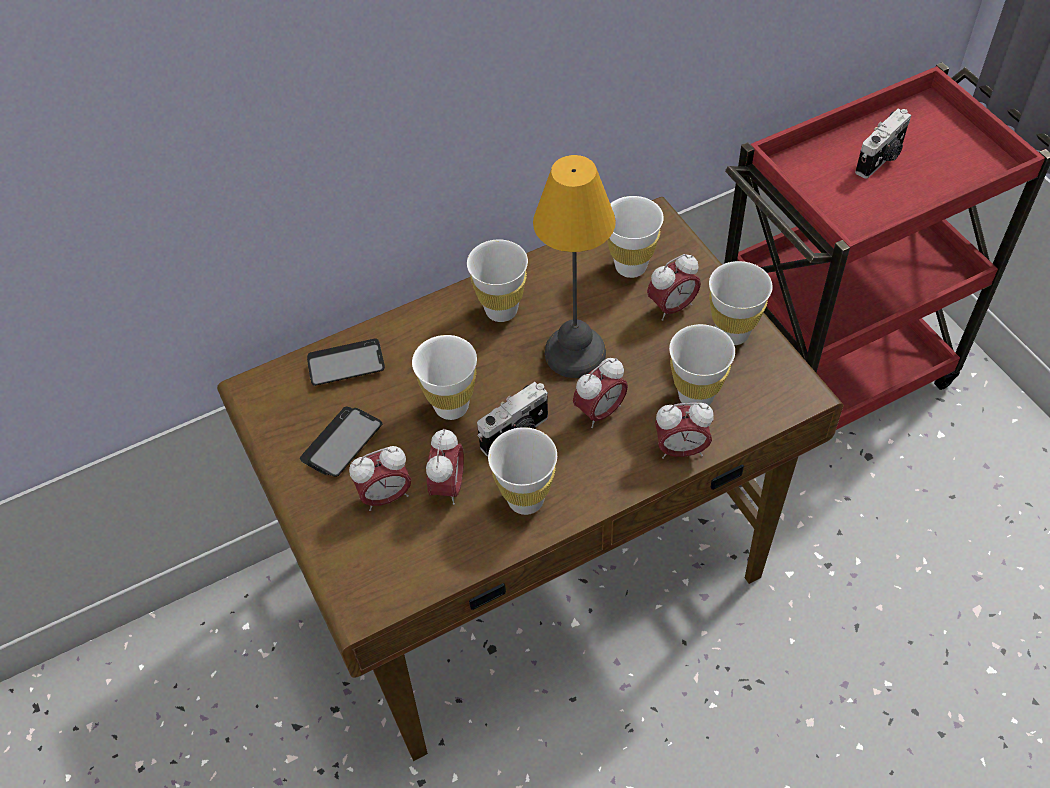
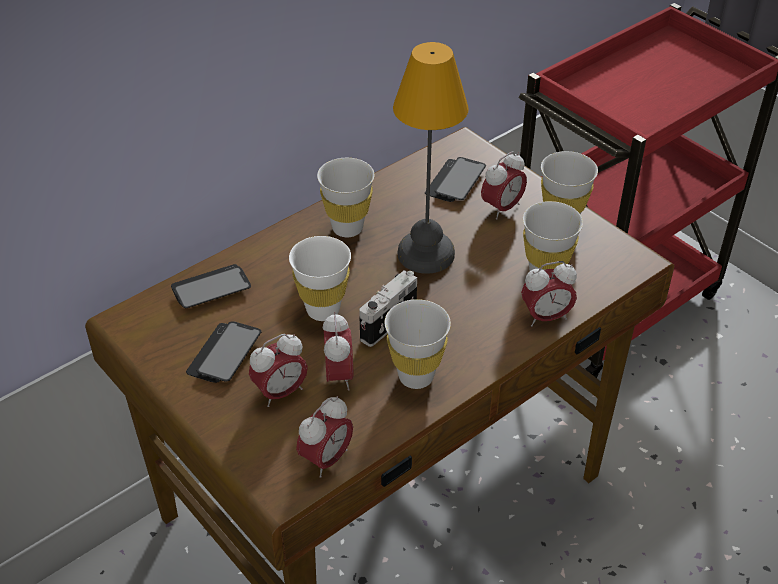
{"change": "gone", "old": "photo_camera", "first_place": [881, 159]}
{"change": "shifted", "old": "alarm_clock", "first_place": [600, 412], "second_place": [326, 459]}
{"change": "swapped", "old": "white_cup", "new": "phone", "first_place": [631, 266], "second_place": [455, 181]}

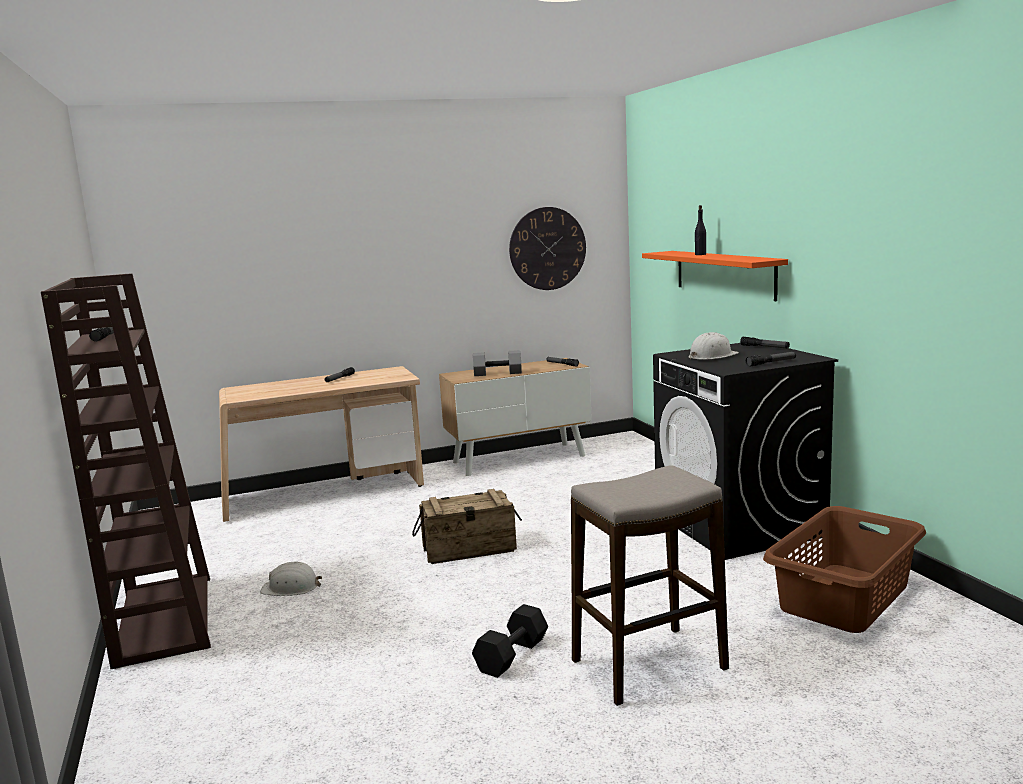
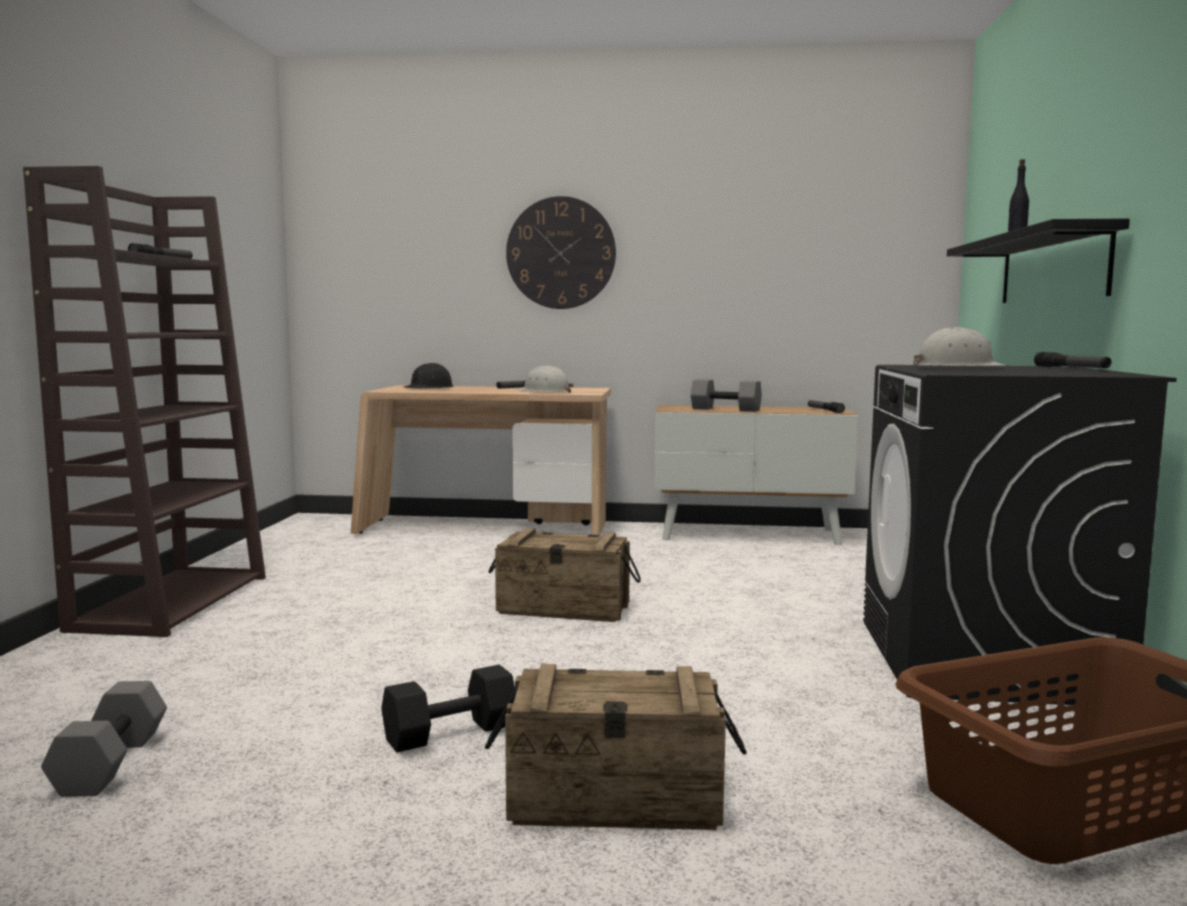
{"change": "gone", "old": "flashlight", "first_place": [771, 363]}
{"change": "new", "new": "grey_dumbbell", "second_place": [109, 762]}
{"change": "new", "new": "black_hard_hat", "second_place": [430, 388]}
{"change": "shifted", "old": "white_hard_hat", "first_place": [291, 588], "second_place": [544, 391]}
{"change": "shifted", "old": "wall_clock", "first_place": [547, 248], "second_place": [561, 253]}
{"change": "swapped", "old": "stool", "new": "crate", "first_place": [648, 665], "second_place": [615, 800]}
{"change": "repainted", "old": "orange_shelf", "new": "black_shelf", "first_place": [724, 274], "second_place": [1052, 268]}

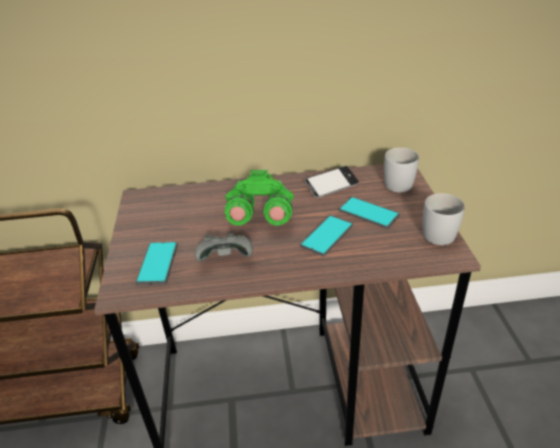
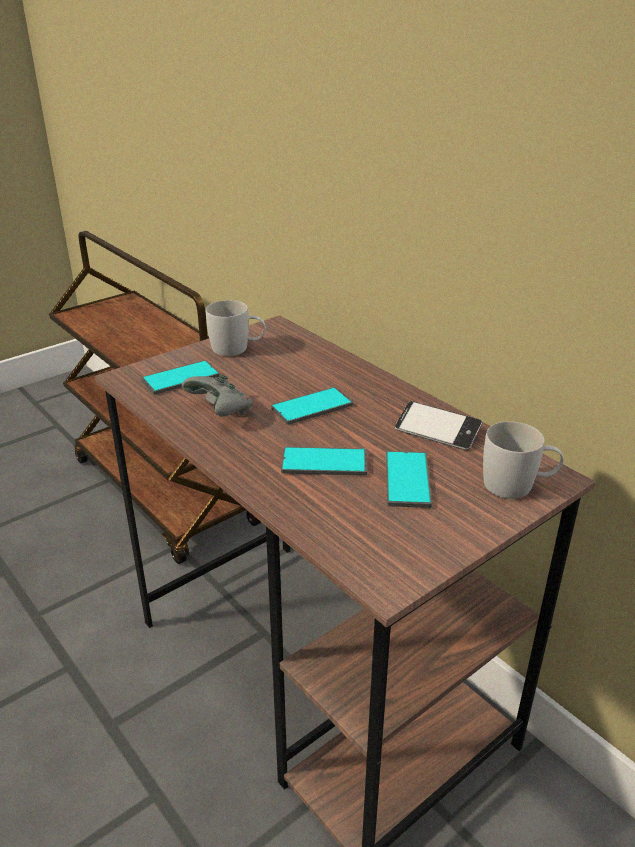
{"change": "shifted", "old": "white_mug", "first_place": [441, 232], "second_place": [237, 349]}
{"change": "swapped", "old": "green_binoculars", "new": "phone", "first_place": [260, 218], "second_place": [312, 406]}

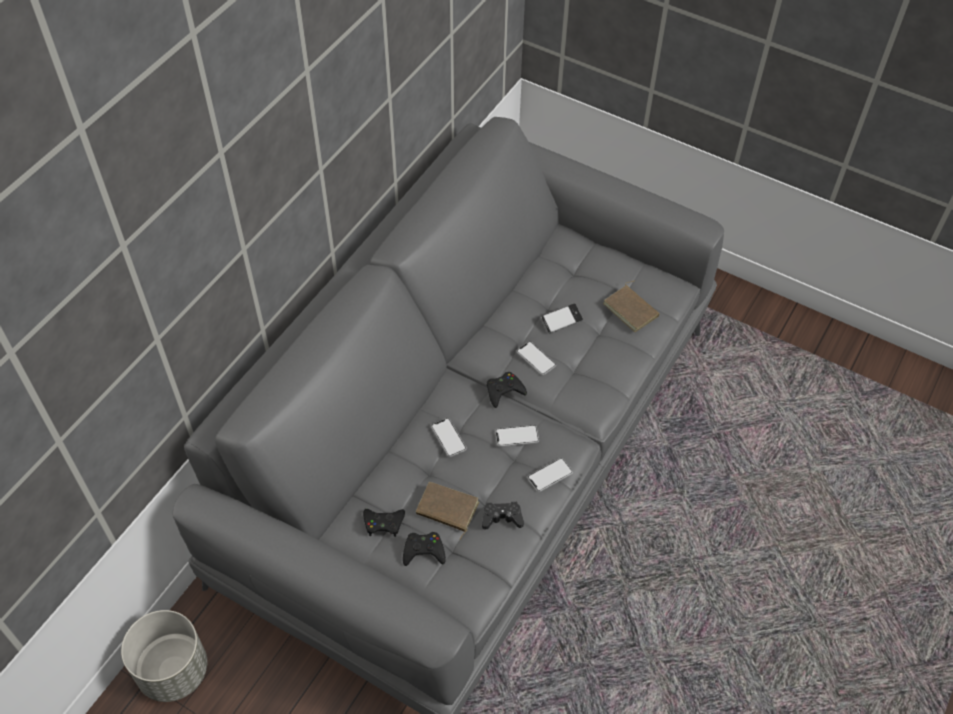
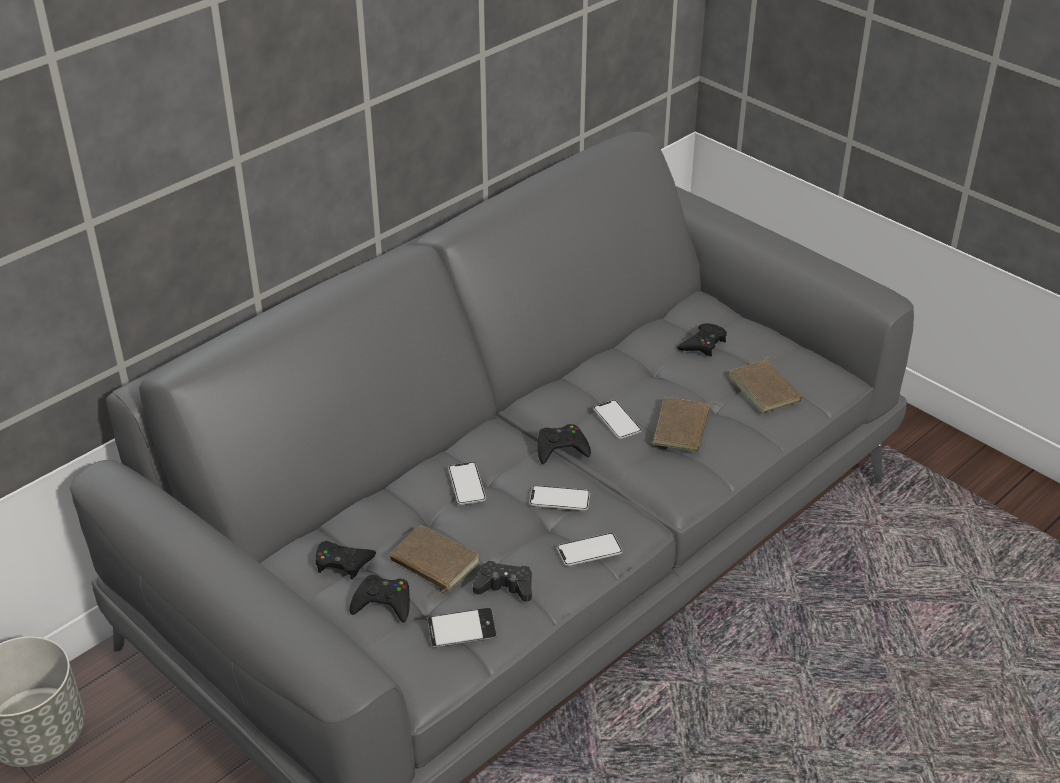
{"change": "new", "new": "brown_book", "second_place": [683, 428]}
{"change": "new", "new": "black_game_controller", "second_place": [703, 344]}
{"change": "shifted", "old": "phone", "first_place": [561, 320], "second_place": [462, 631]}

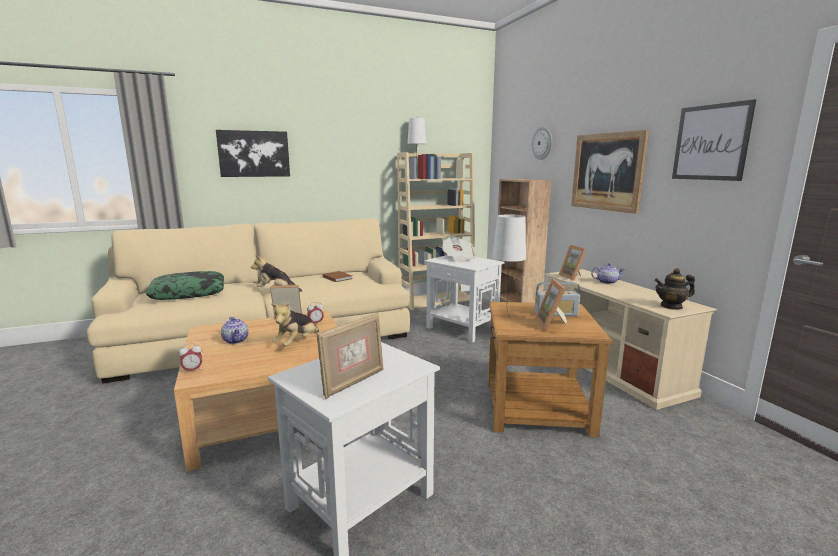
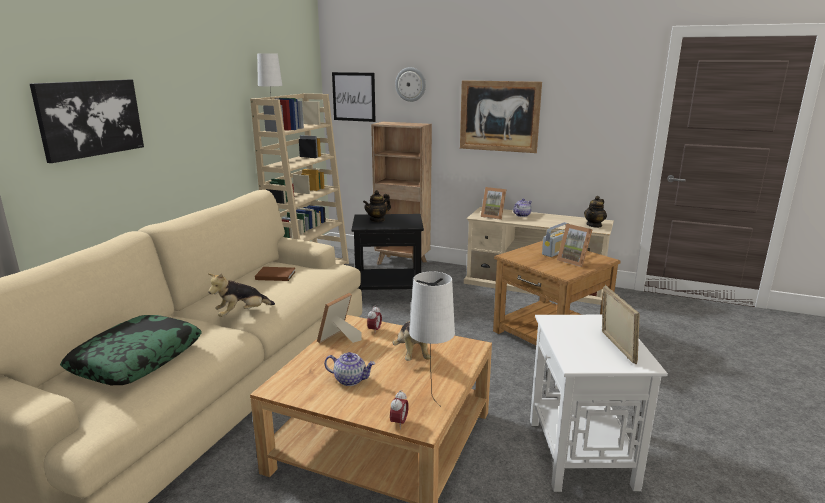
{"change": "shifted", "old": "white_table_lamp", "first_place": [505, 314], "second_place": [430, 403]}
{"change": "shifted", "old": "picture", "first_place": [711, 142], "second_place": [354, 96]}
{"change": "swapped", "old": "newspaper", "new": "teapot", "first_place": [458, 259], "second_place": [377, 220]}
{"change": "repainted", "old": "white_side_table", "new": "black_side_table", "first_place": [462, 329], "second_place": [389, 293]}

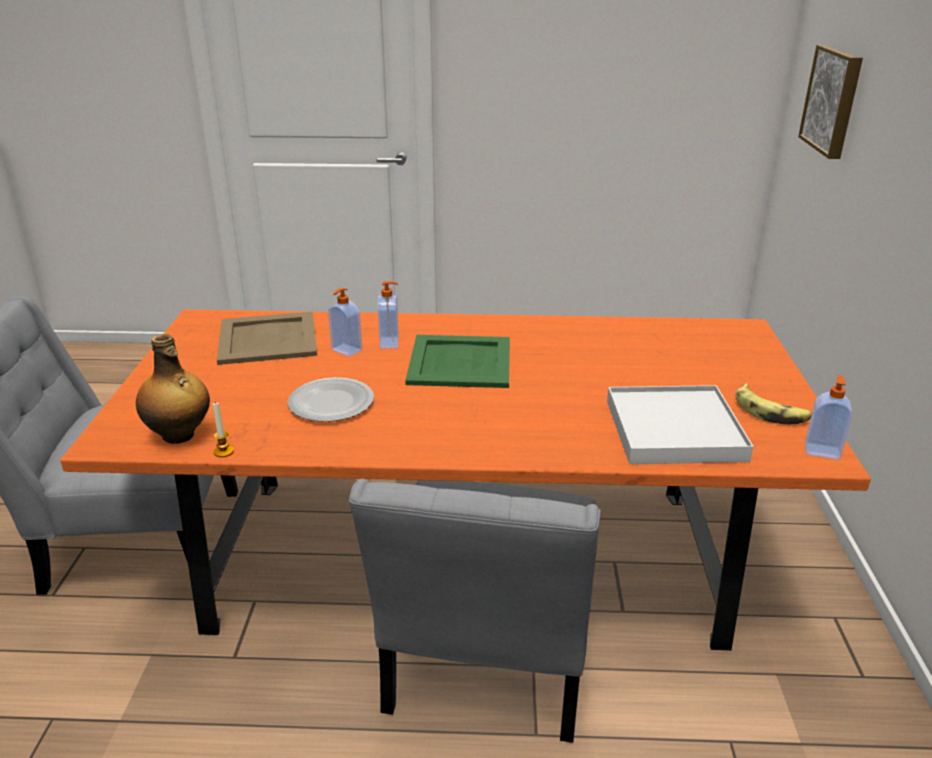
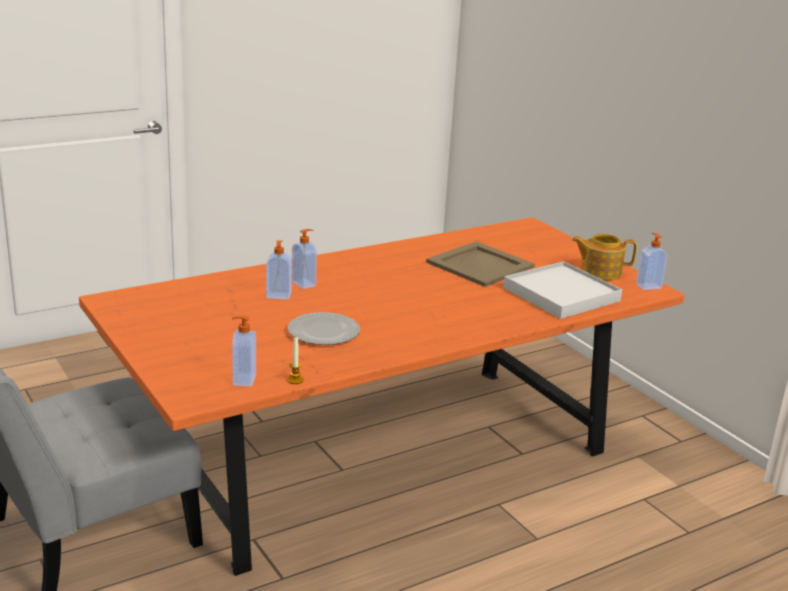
{"change": "gone", "old": "grey_chair", "first_place": [486, 663]}
{"change": "gone", "old": "green_tray", "first_place": [459, 362]}
{"change": "gone", "old": "picture", "first_place": [833, 100]}
{"change": "shifted", "old": "beige_tray", "first_place": [268, 338], "second_place": [480, 264]}
{"change": "swapped", "old": "bottle", "new": "soap_dispenser", "first_place": [179, 435], "second_place": [243, 380]}
{"change": "swapped", "old": "banana", "new": "teapot", "first_place": [770, 412], "second_place": [600, 272]}

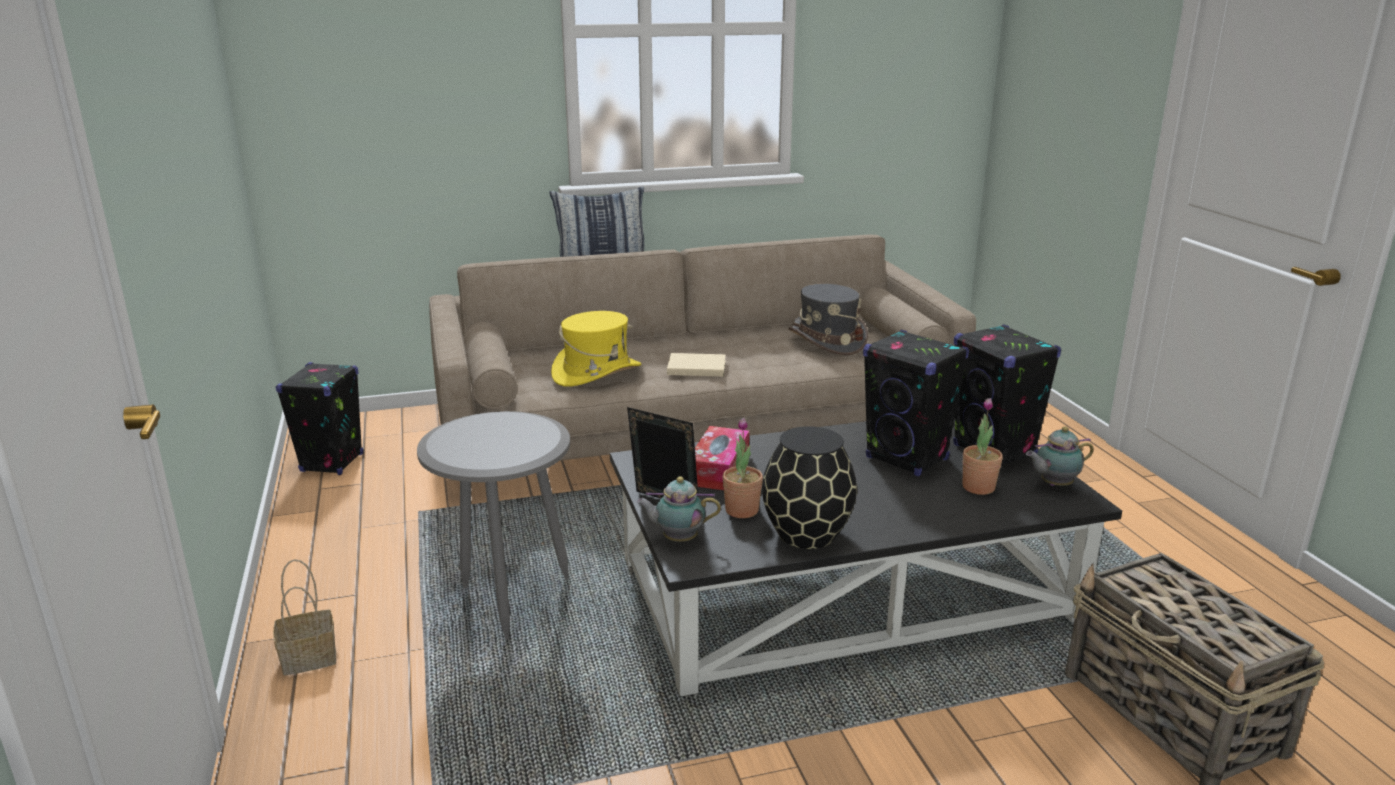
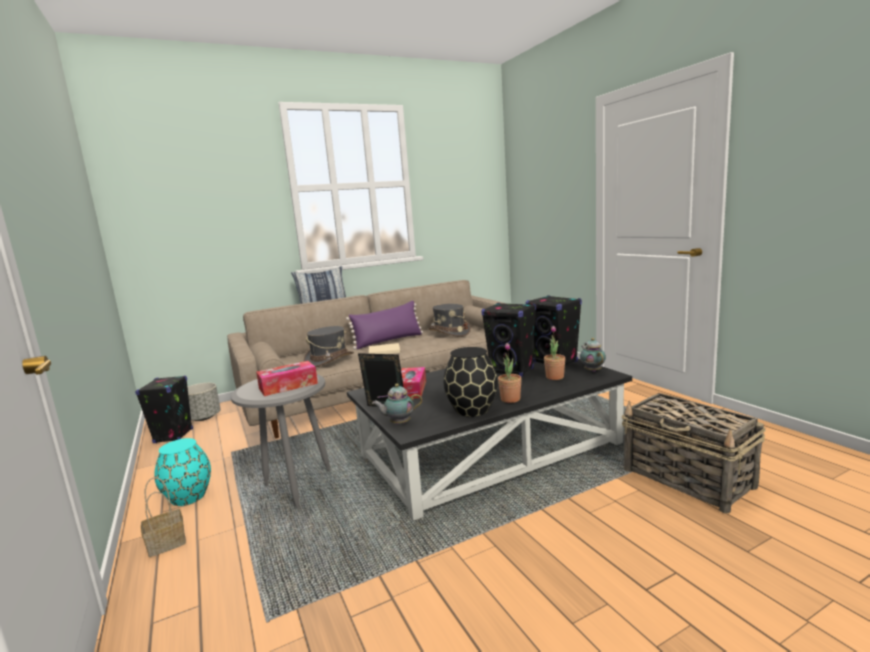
{"change": "new", "new": "turquoise_vase", "second_place": [188, 496]}
{"change": "new", "new": "grey_planter", "second_place": [203, 418]}
{"change": "new", "new": "tissue_box", "second_place": [288, 386]}
{"change": "new", "new": "purple_pillow", "second_place": [388, 341]}
{"change": "shifted", "old": "potted_plant", "first_place": [742, 510], "second_place": [510, 399]}
{"change": "repainted", "old": "yellow_hat", "new": "grey_hat", "first_place": [597, 373], "second_place": [329, 360]}
{"change": "rotated", "old": "teapot", "first_place": [1053, 484], "second_place": [592, 370], "degrees": 105}

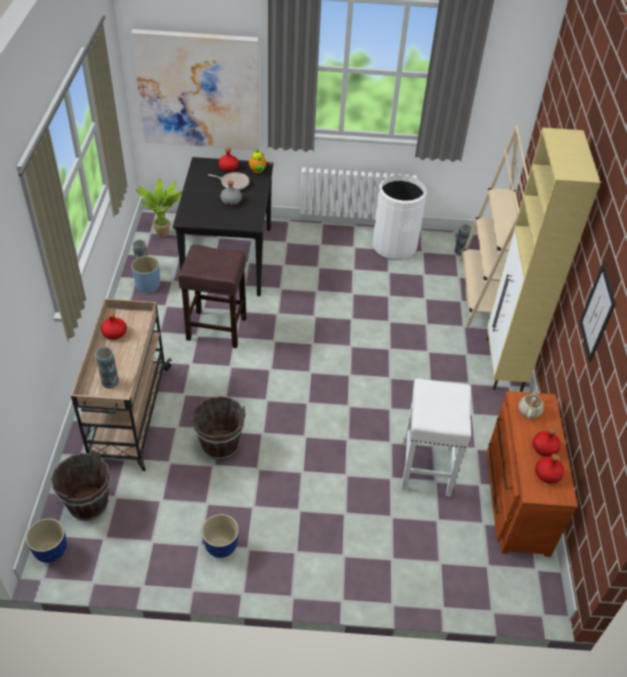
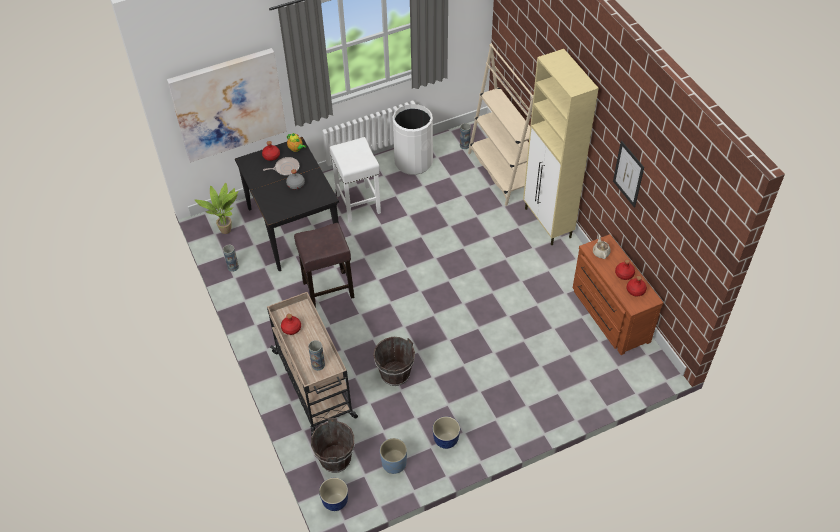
{"change": "shifted", "old": "blue_planter", "first_place": [148, 285], "second_place": [394, 463]}
{"change": "shifted", "old": "white_stool", "first_place": [427, 469], "second_place": [358, 204]}

